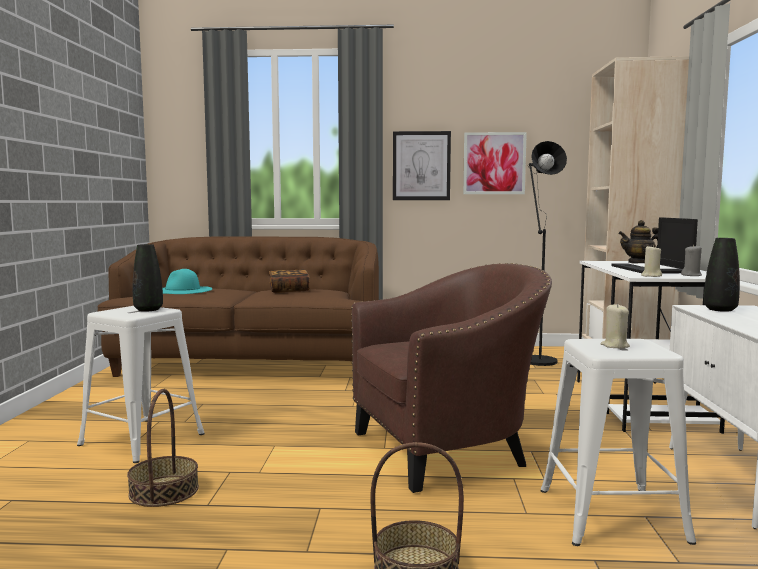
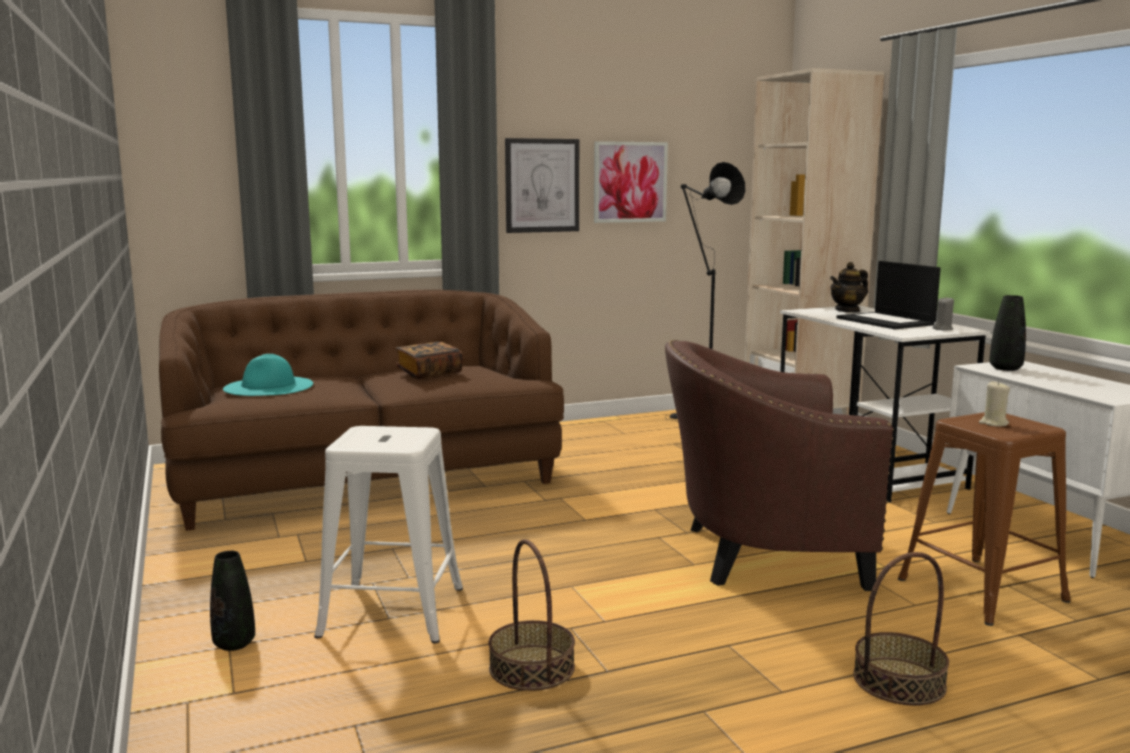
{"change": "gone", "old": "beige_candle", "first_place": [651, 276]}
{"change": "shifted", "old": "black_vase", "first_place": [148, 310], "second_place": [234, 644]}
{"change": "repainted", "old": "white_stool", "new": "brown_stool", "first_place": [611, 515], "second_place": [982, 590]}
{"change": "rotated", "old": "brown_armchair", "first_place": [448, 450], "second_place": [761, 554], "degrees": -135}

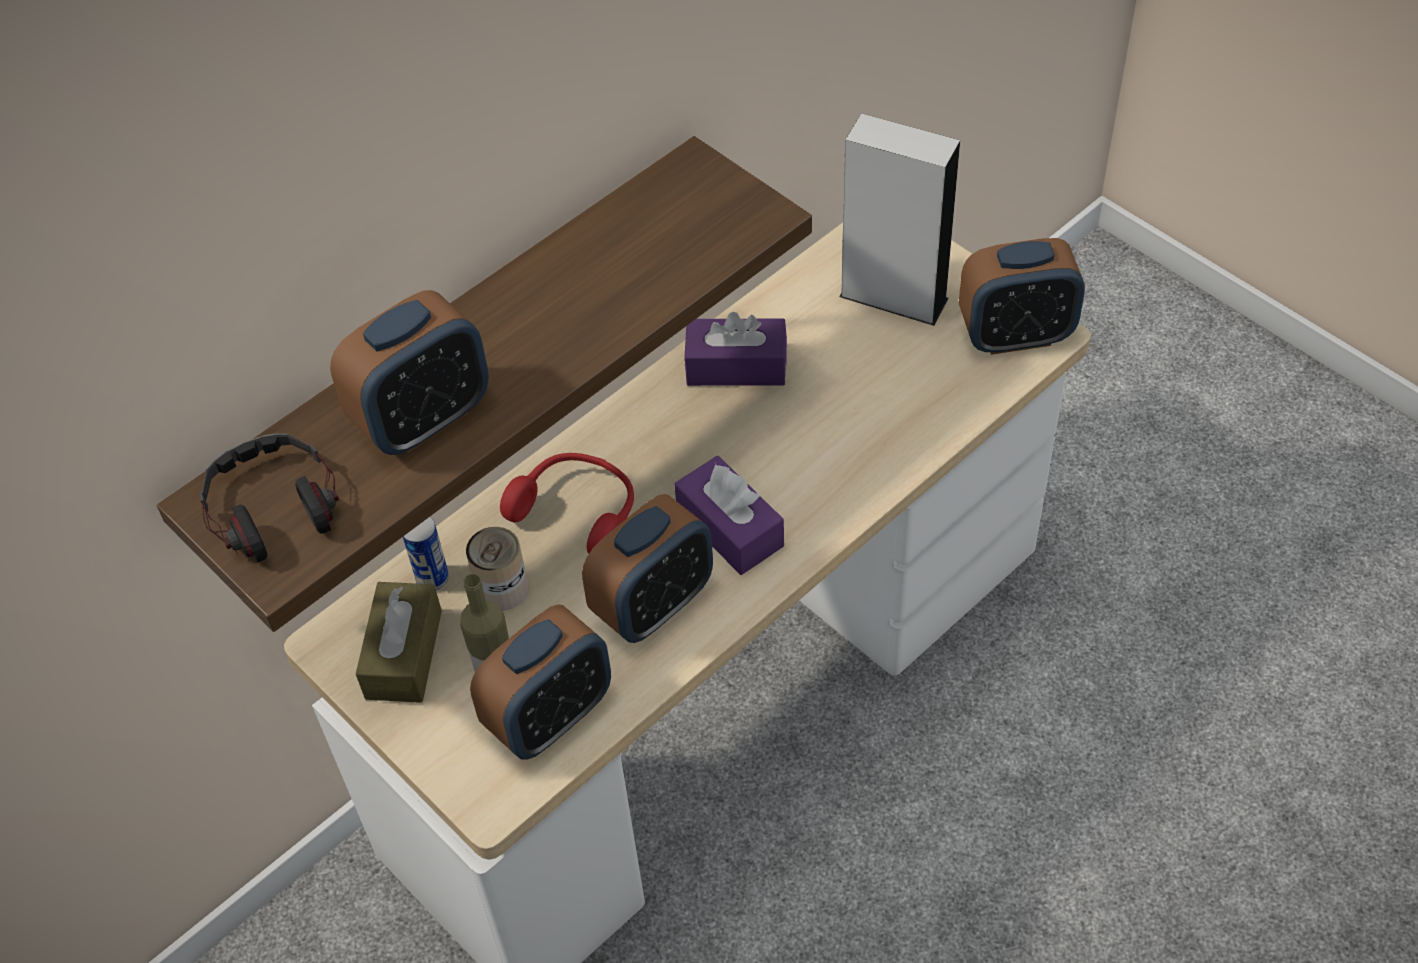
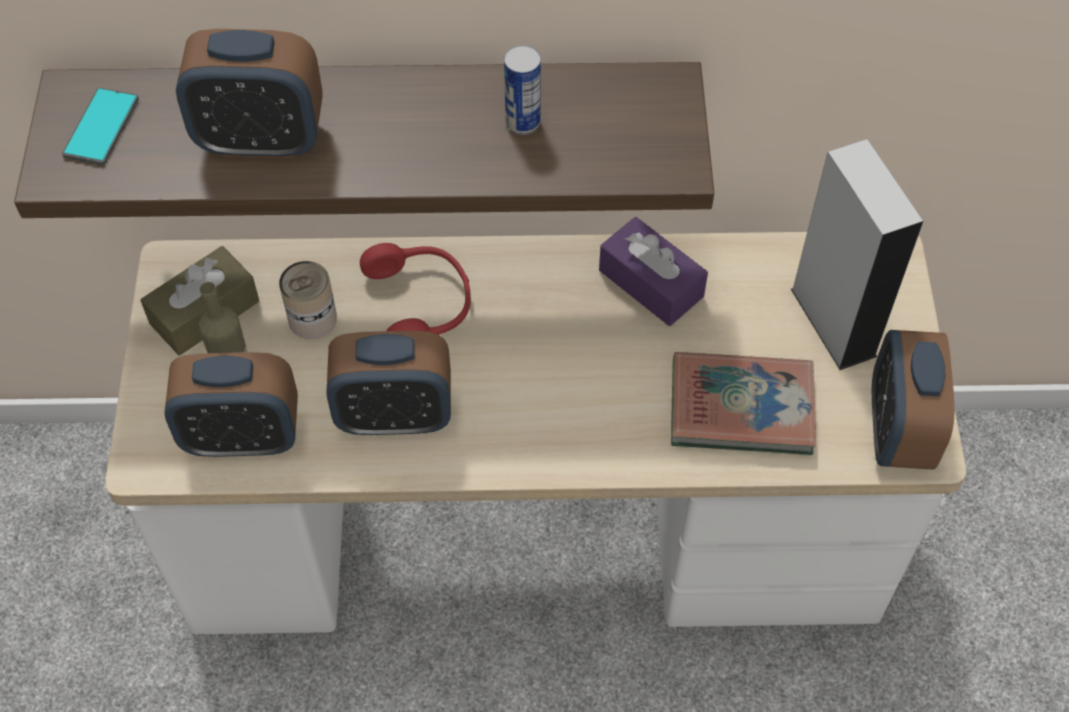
{"change": "gone", "old": "purple_tissue_box", "first_place": [730, 528]}
{"change": "new", "new": "book", "second_place": [741, 408]}
{"change": "shifted", "old": "can", "first_place": [432, 578], "second_place": [523, 122]}
{"change": "swapped", "old": "headphones", "new": "phone", "first_place": [272, 507], "second_place": [101, 127]}
{"change": "rotated", "old": "alarm_clock", "first_place": [1015, 335], "second_place": [897, 430], "degrees": 60}

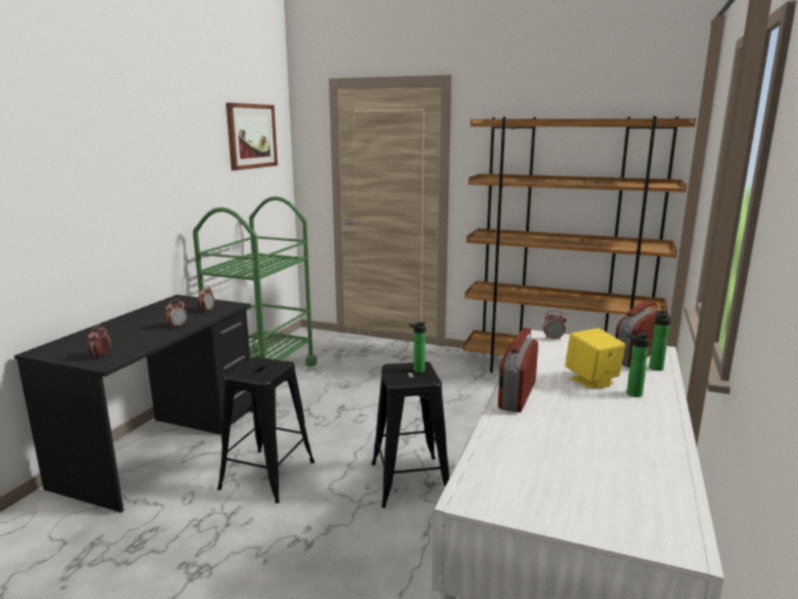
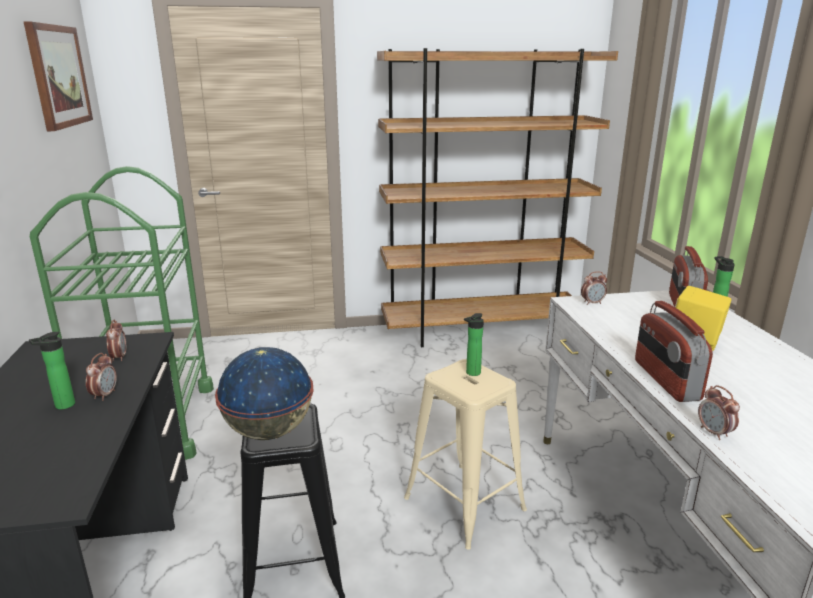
{"change": "new", "new": "globe", "second_place": [269, 431]}
{"change": "shifted", "old": "alarm_clock", "first_place": [101, 356], "second_place": [714, 433]}
{"change": "shifted", "old": "bottle", "first_place": [632, 394], "second_place": [62, 406]}
{"change": "repainted", "old": "black_stool", "new": "beige_stool", "first_place": [410, 481], "second_place": [465, 504]}

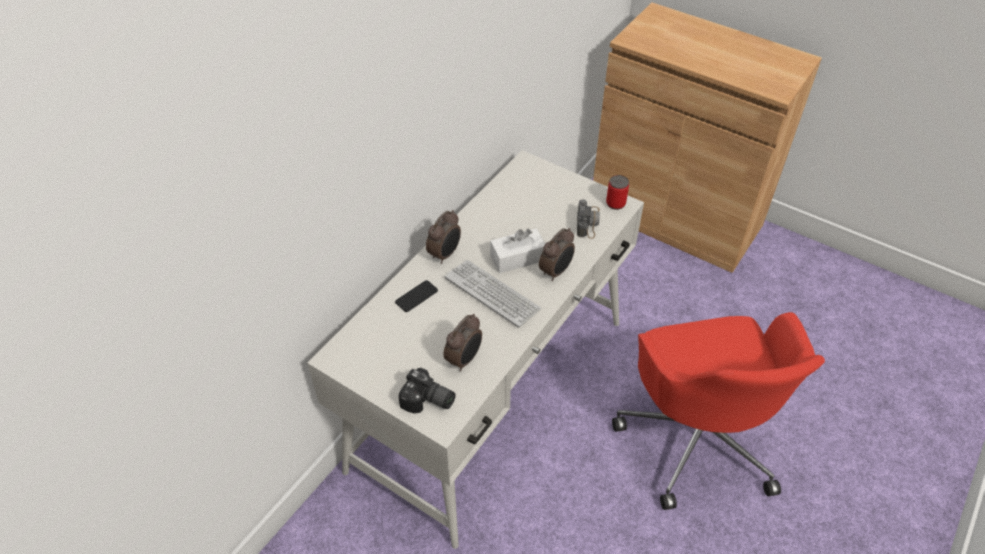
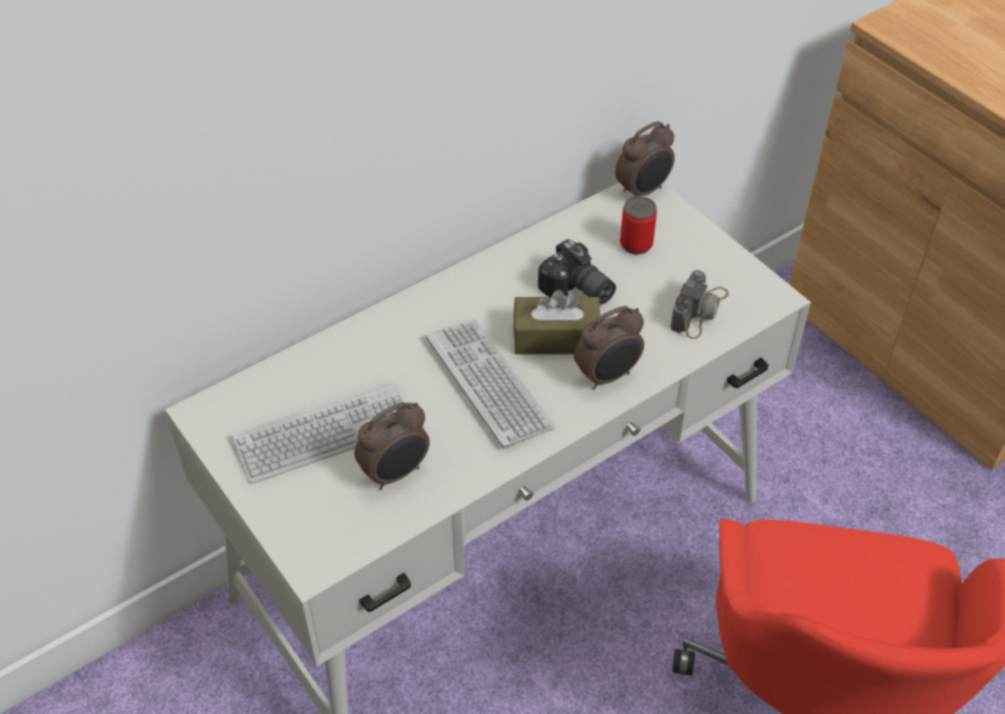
{"change": "gone", "old": "phone", "first_place": [416, 296]}
{"change": "new", "new": "keyboard", "second_place": [324, 434]}
{"change": "shifted", "old": "photo_camera", "first_place": [428, 401], "second_place": [577, 291]}
{"change": "shifted", "old": "alarm_clock", "first_place": [445, 254], "second_place": [643, 191]}
{"change": "shifted", "old": "can", "first_place": [615, 203], "second_place": [636, 244]}
{"change": "repainted", "old": "white_tissue_box", "new": "brown_tissue_box", "first_place": [517, 258], "second_place": [556, 338]}

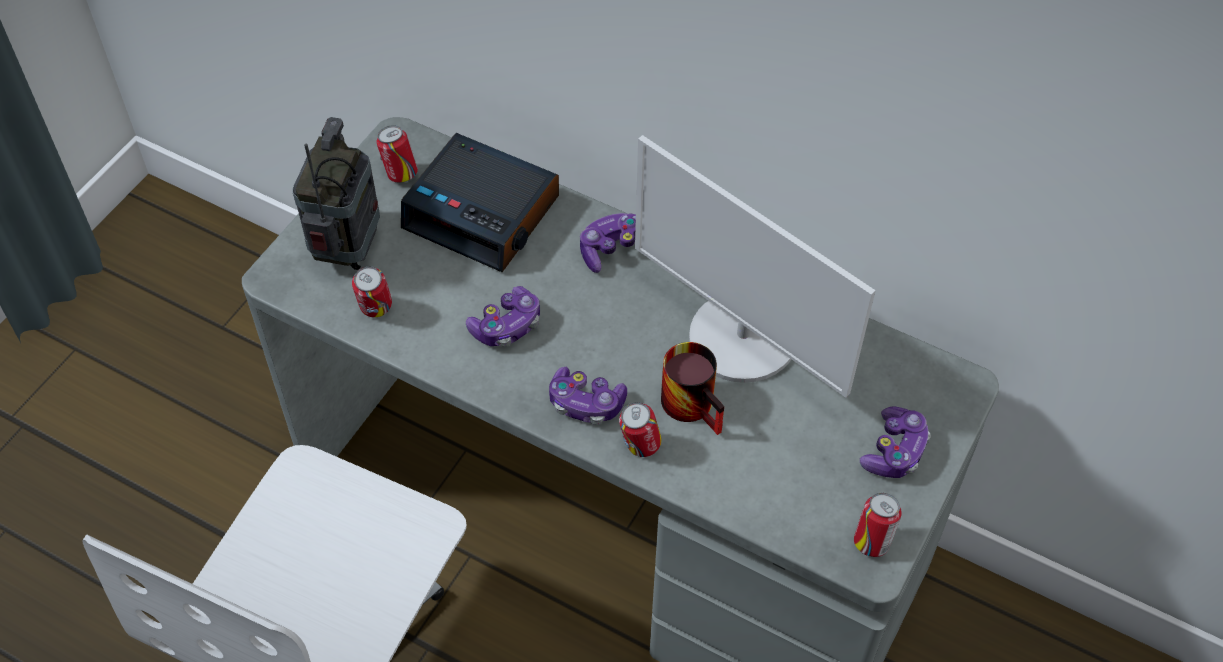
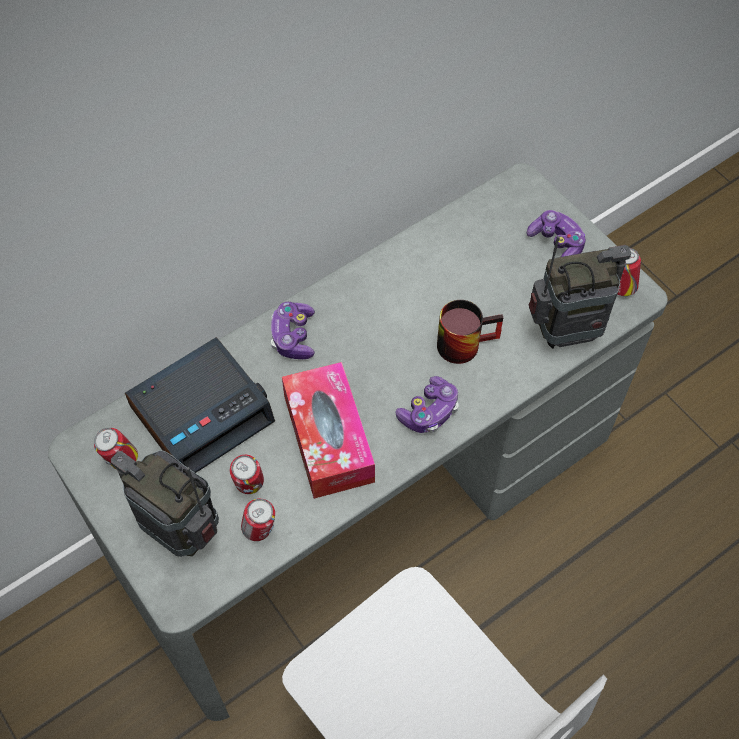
{"change": "gone", "old": "monitor", "first_place": [742, 339]}
{"change": "new", "new": "radio", "second_place": [566, 332]}
{"change": "shifted", "old": "can", "first_place": [639, 446], "second_place": [249, 486]}
{"change": "swapped", "old": "game_controller", "new": "tissue_box", "first_place": [507, 326], "second_place": [328, 438]}

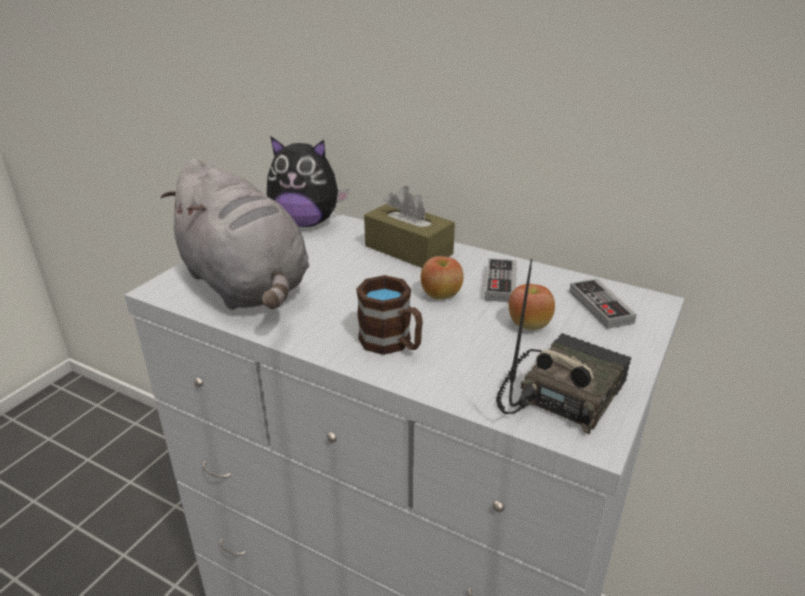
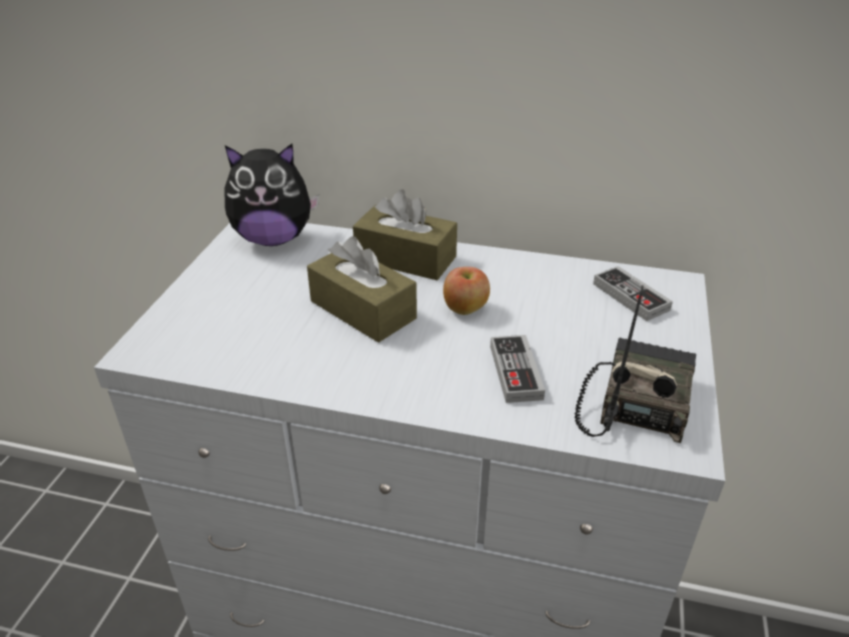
{"change": "gone", "old": "grey_plush_toy", "first_place": [246, 286]}
{"change": "gone", "old": "brown_mug", "first_place": [392, 344]}
{"change": "gone", "old": "apple", "first_place": [528, 325]}
{"change": "new", "new": "brown_tissue_box", "second_place": [363, 310]}
{"change": "shifted", "old": "game_controller", "first_place": [500, 283], "second_place": [515, 372]}

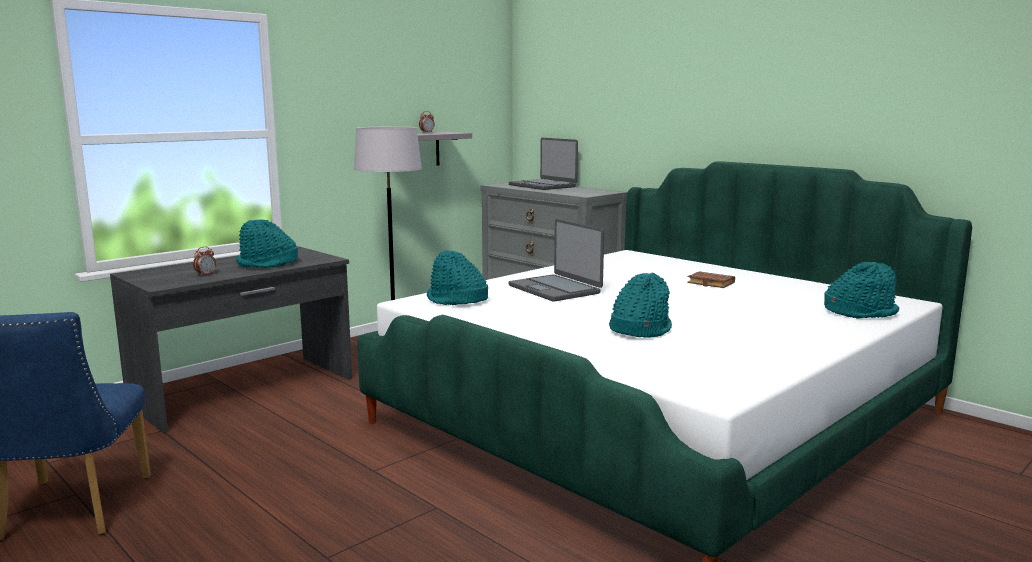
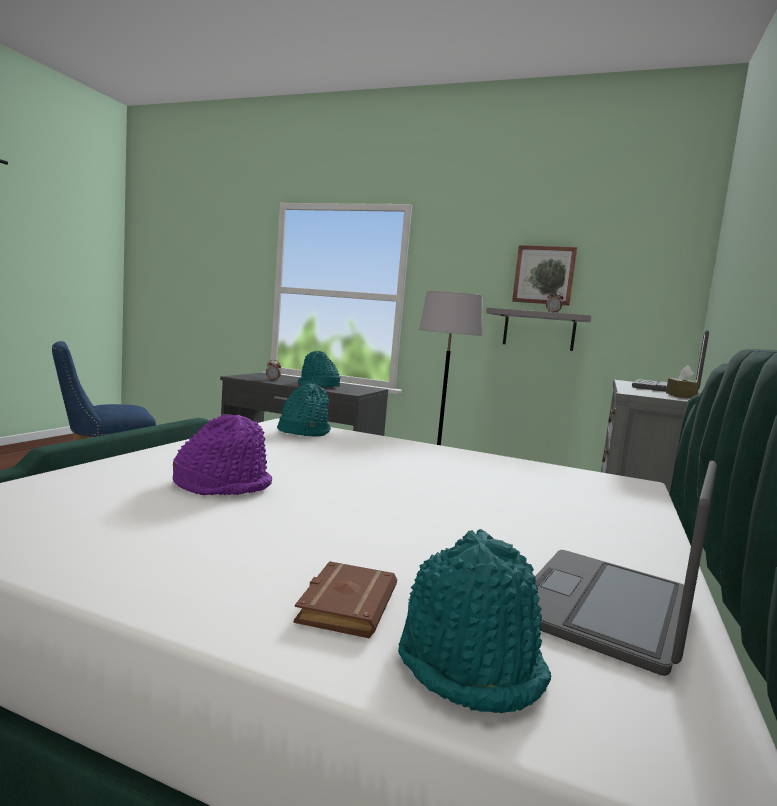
{"change": "new", "new": "picture", "second_place": [544, 275]}
{"change": "new", "new": "brown_tissue_box", "second_place": [680, 396]}
{"change": "shifted", "old": "laptop", "first_place": [555, 289], "second_place": [608, 608]}
{"change": "shifted", "old": "brown_book", "first_place": [709, 283], "second_place": [344, 604]}
{"change": "repainted", "old": "turquoise_hat", "new": "purple_hat", "first_place": [639, 329], "second_place": [223, 485]}

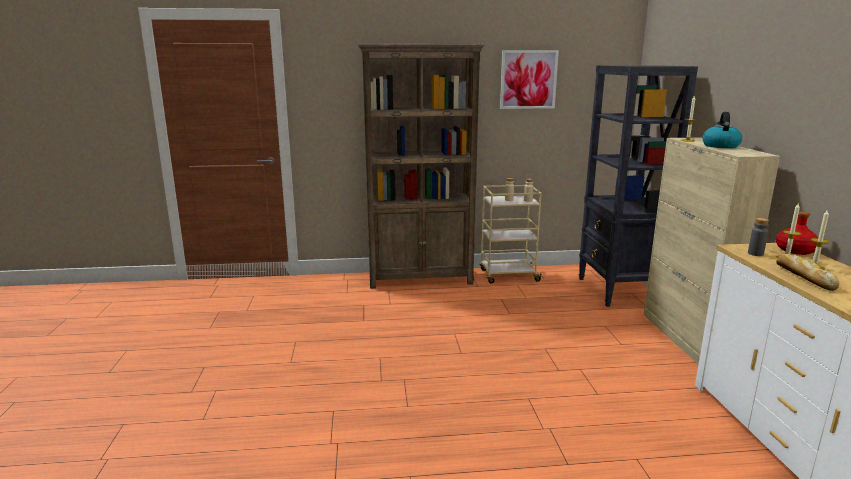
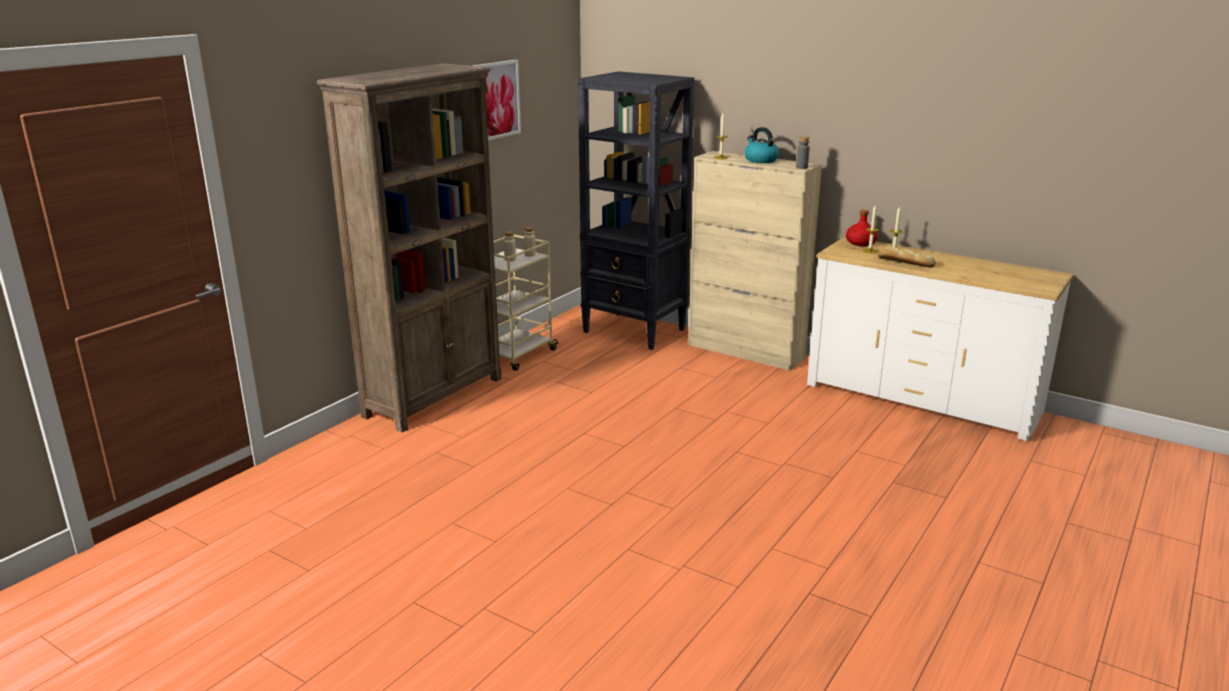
{"change": "shifted", "old": "grey_bottle", "first_place": [755, 254], "second_place": [801, 167]}

